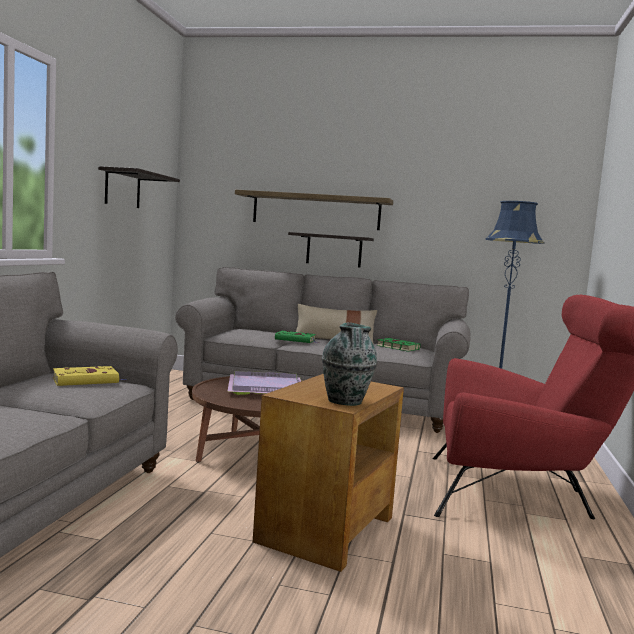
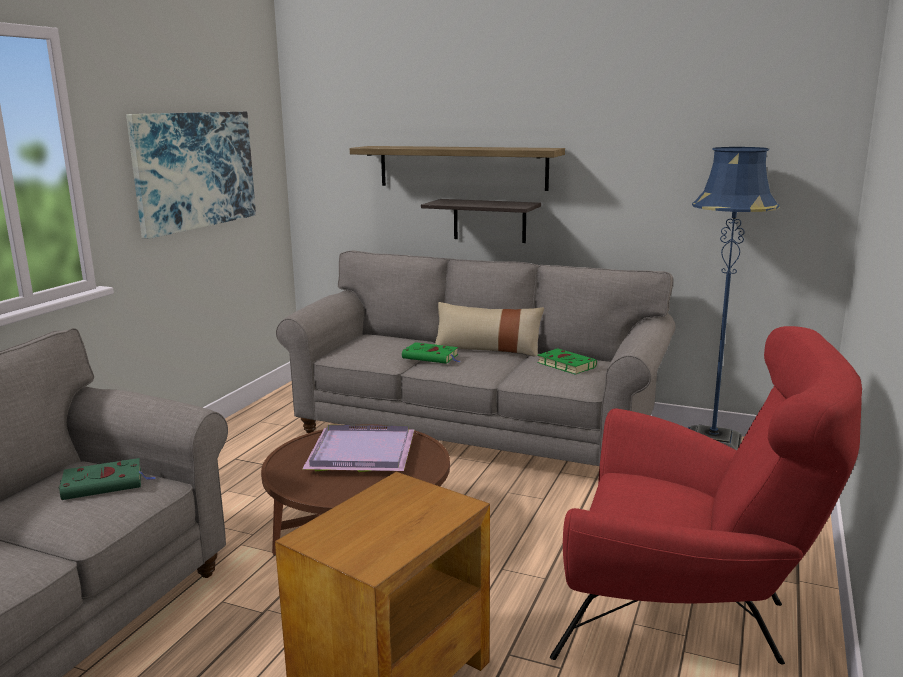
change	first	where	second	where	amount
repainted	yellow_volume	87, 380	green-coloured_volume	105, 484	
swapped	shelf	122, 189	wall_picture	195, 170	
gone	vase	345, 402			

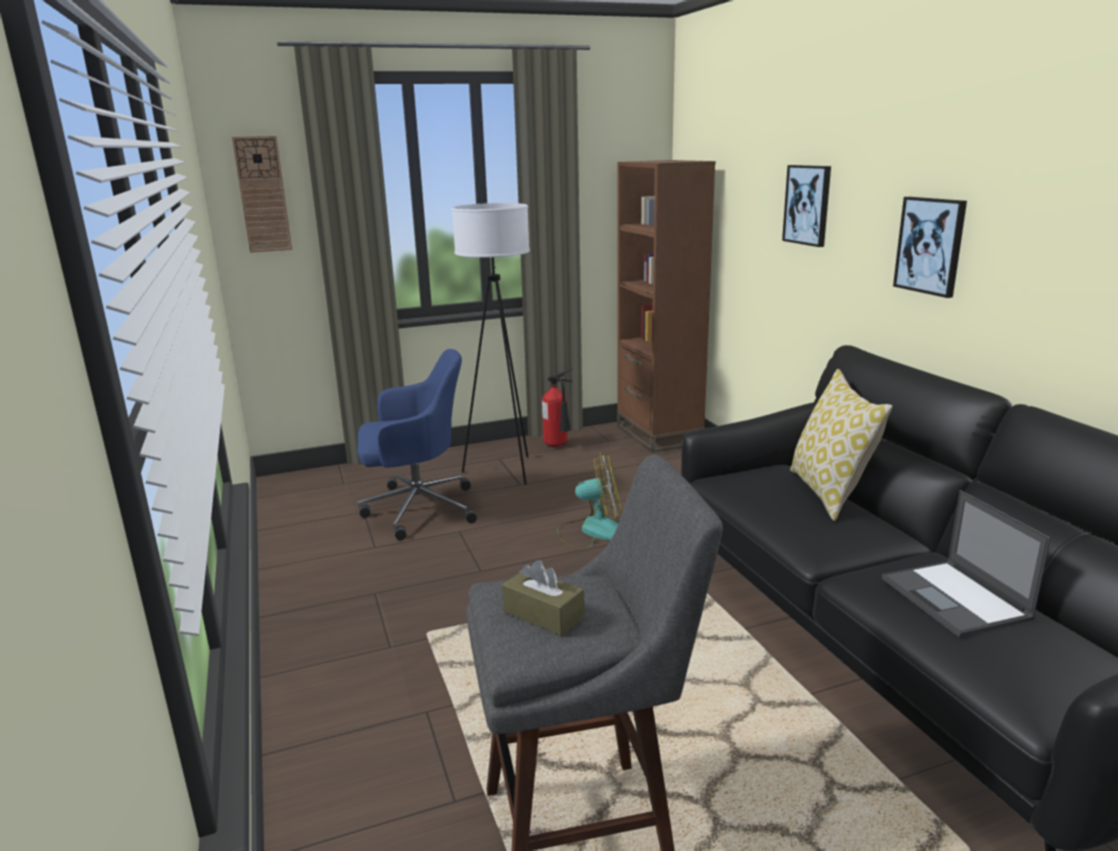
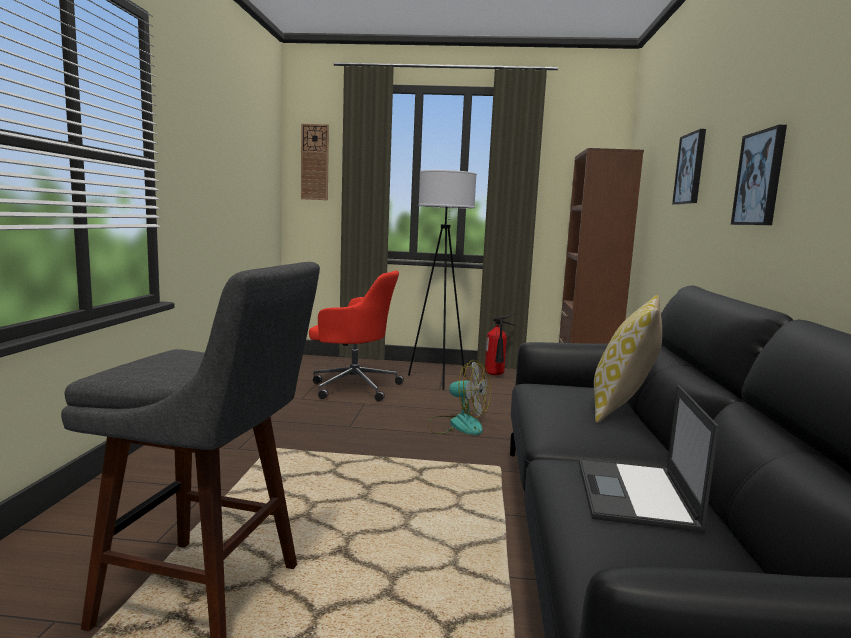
change	first	where	second	where	amount
repainted	blue_office_chair	417, 509	red_office_chair	353, 386	
gone	brown_tissue_holder	543, 614			

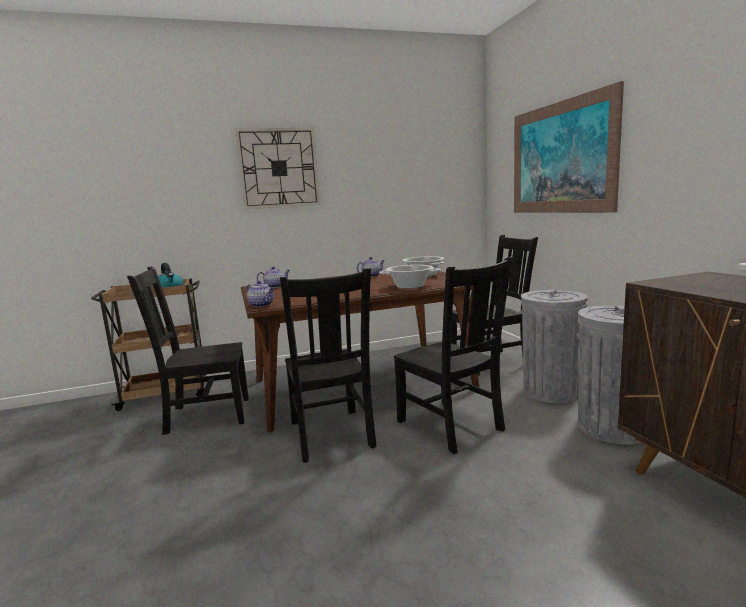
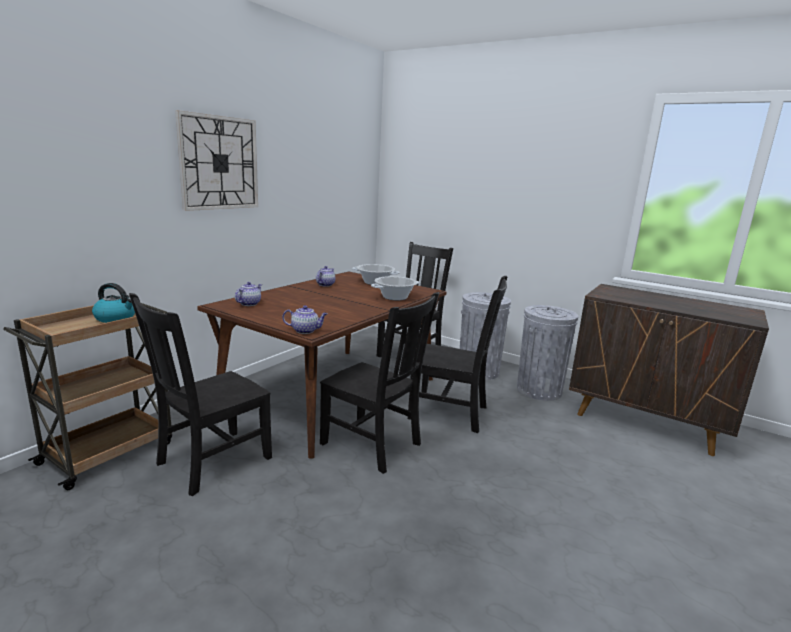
change	first	where	second	where	amount
gone	wall_picture	560, 158			

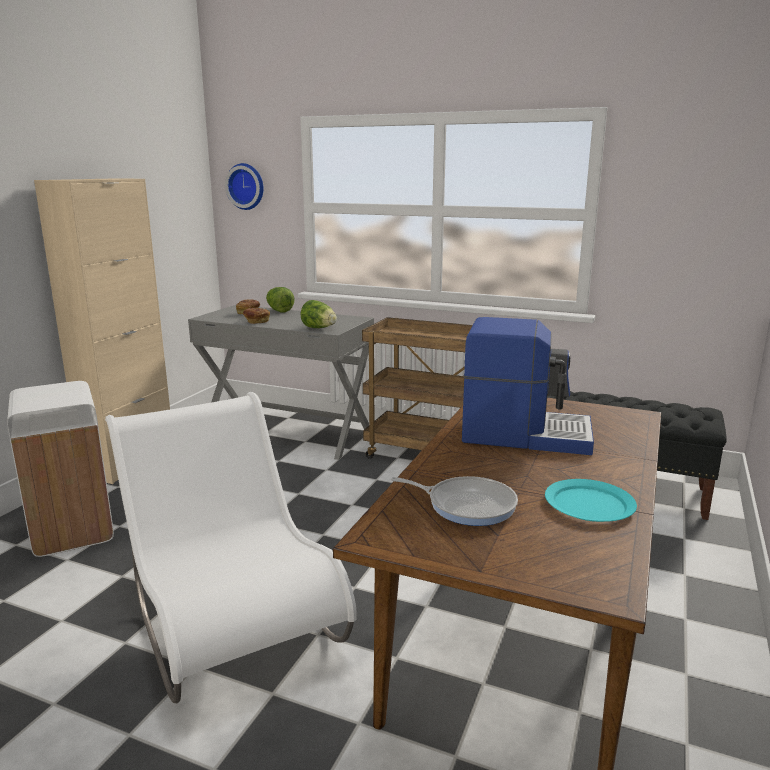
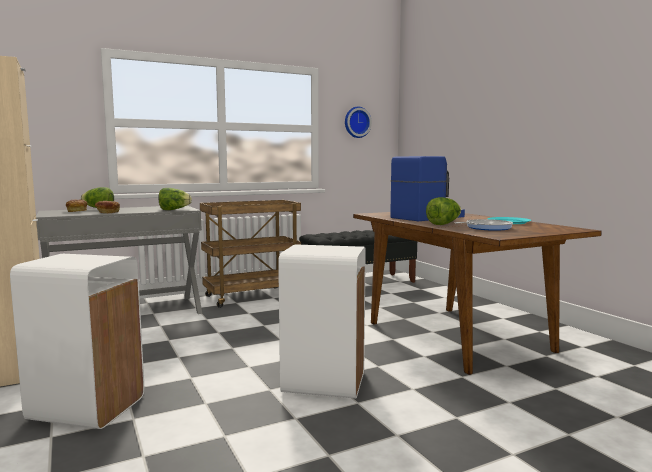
change	first	where	second	where	amount
swapped	white_plain_chair	230, 617	white_waste_bin	323, 382	
shifted	wall_clock	246, 186		356, 122	
new			lettuce	444, 224	

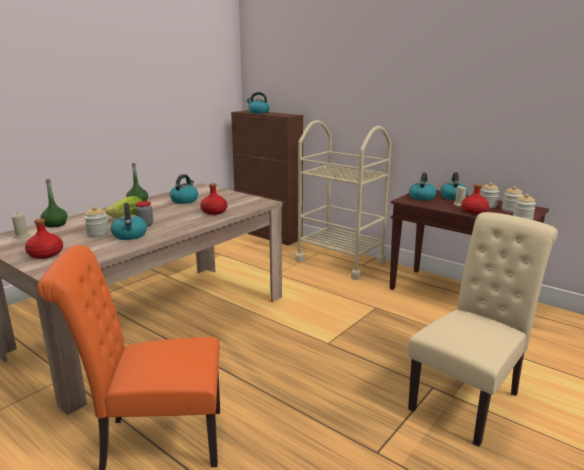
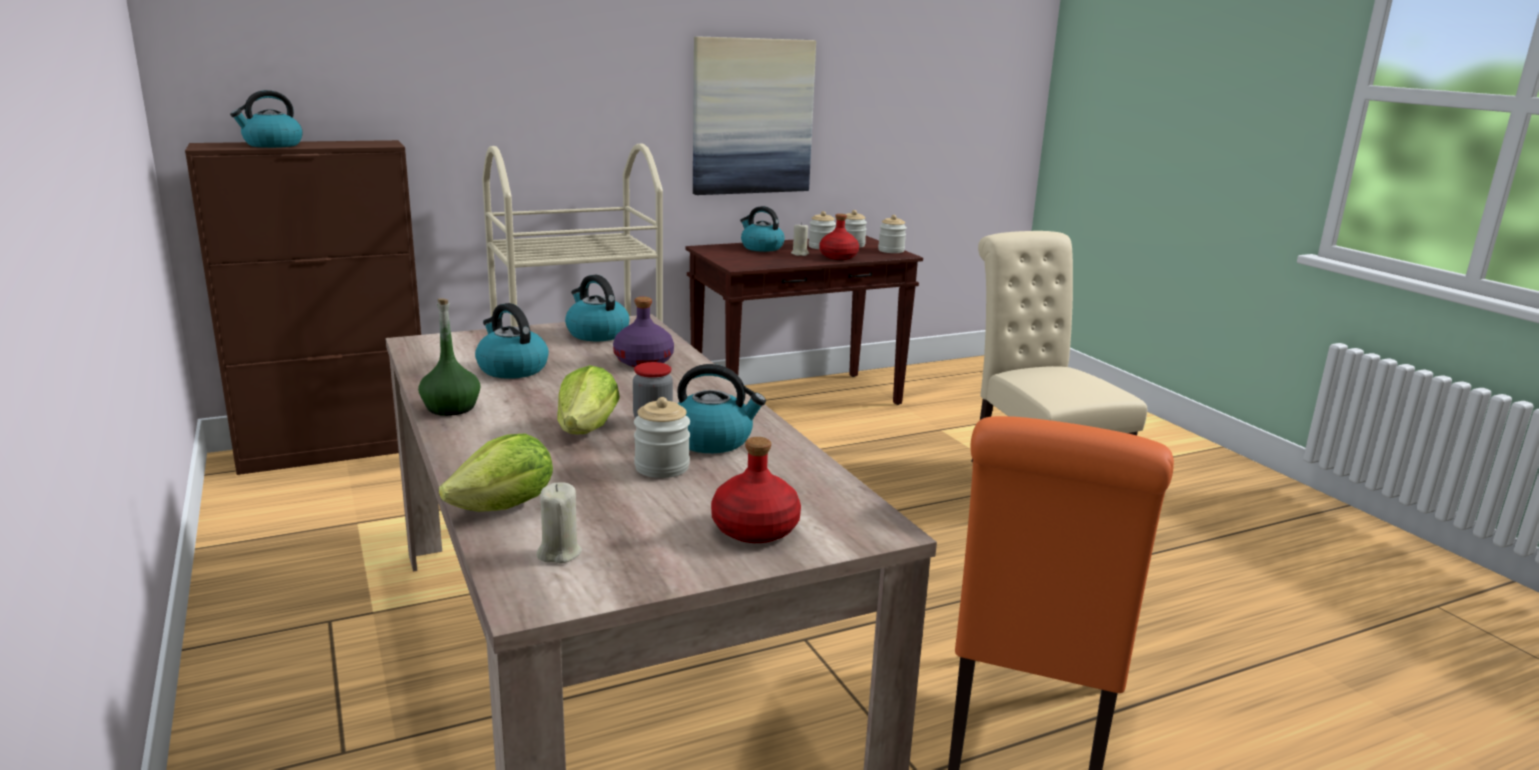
change	first	where	second	where	amount
swapped	green-coloured_bottle	55, 224	lettuce	505, 507	
repainted	red_bottle	214, 212	purple_bottle	644, 361	
shifted	kettle	421, 197		596, 334	
new			wall_picture	752, 116	

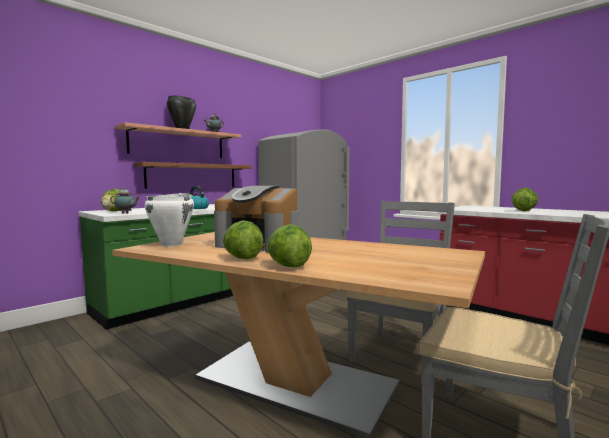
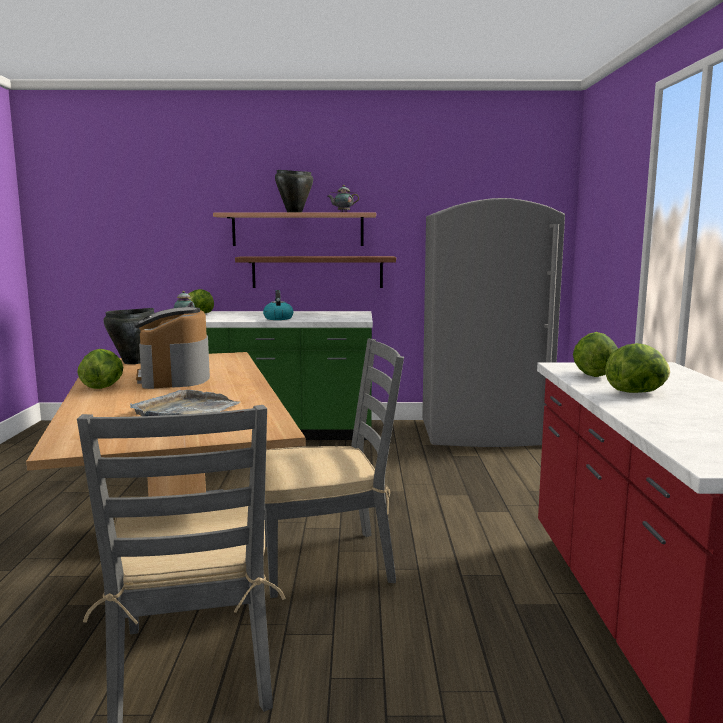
change	first	where	second	where	amount
repainted	white_saucepot	172, 245	blackish_saucepot	134, 362	
shifted	lettuce	288, 266		592, 375	
new			grey_carrying_tray	186, 410	

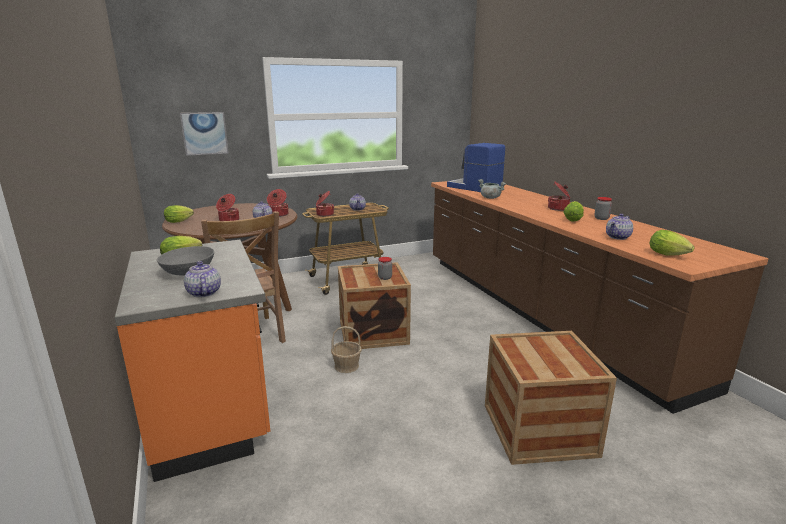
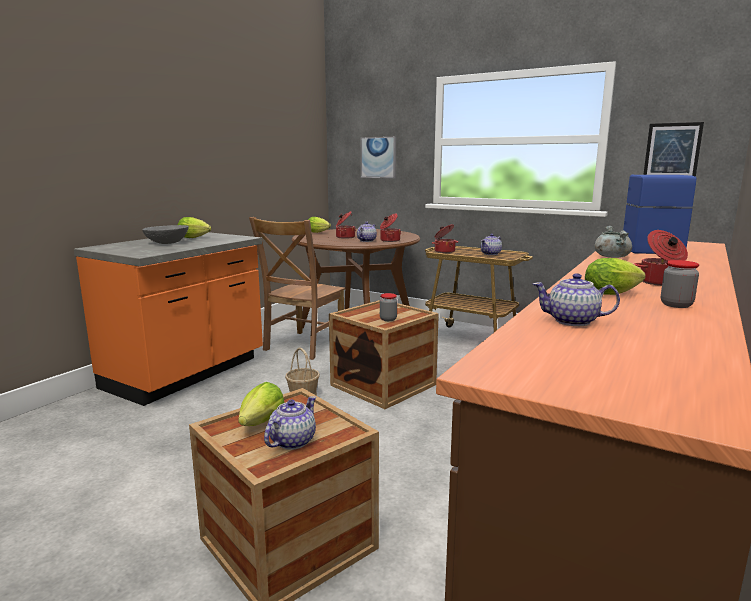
change	first	where	second	where	amount
shifted	teapot	203, 293		291, 441	
shifted	lettuce	669, 255		260, 424	
new			wall_picture	672, 151	

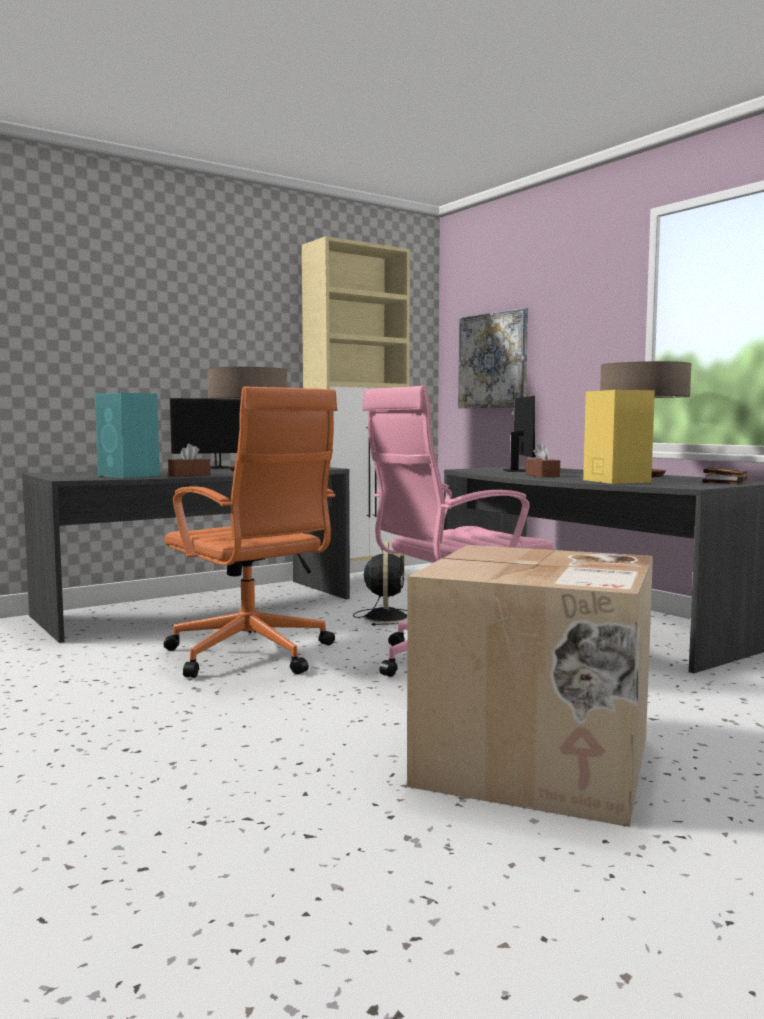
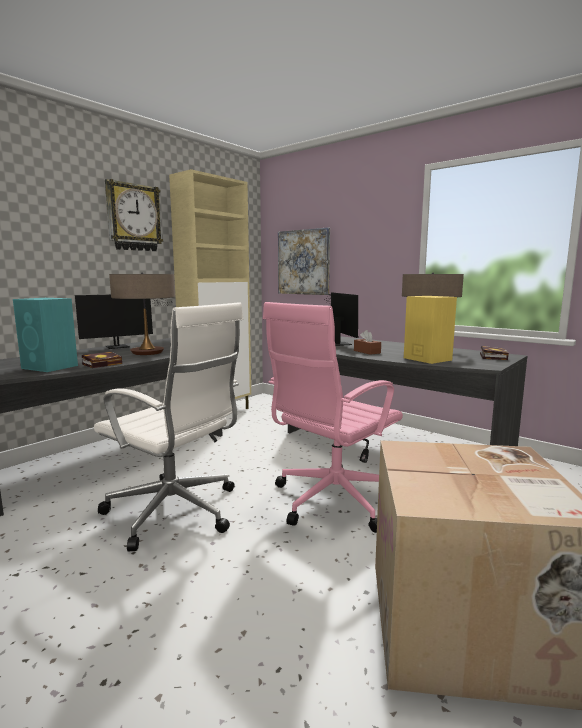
change	first	where	second	where	amount
repainted	orangey_office_chair	252, 656	white_office_chair	175, 513	
swapped	brown_tissue_holder	189, 475	volume	103, 363	
gone	blackish_fan	386, 616			
new			wall_clock	133, 217	

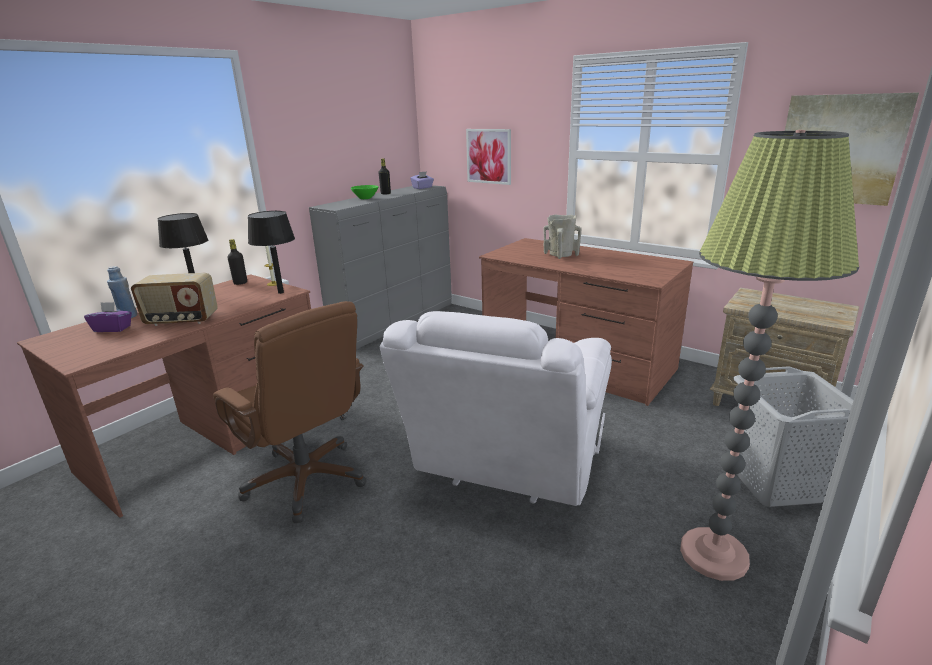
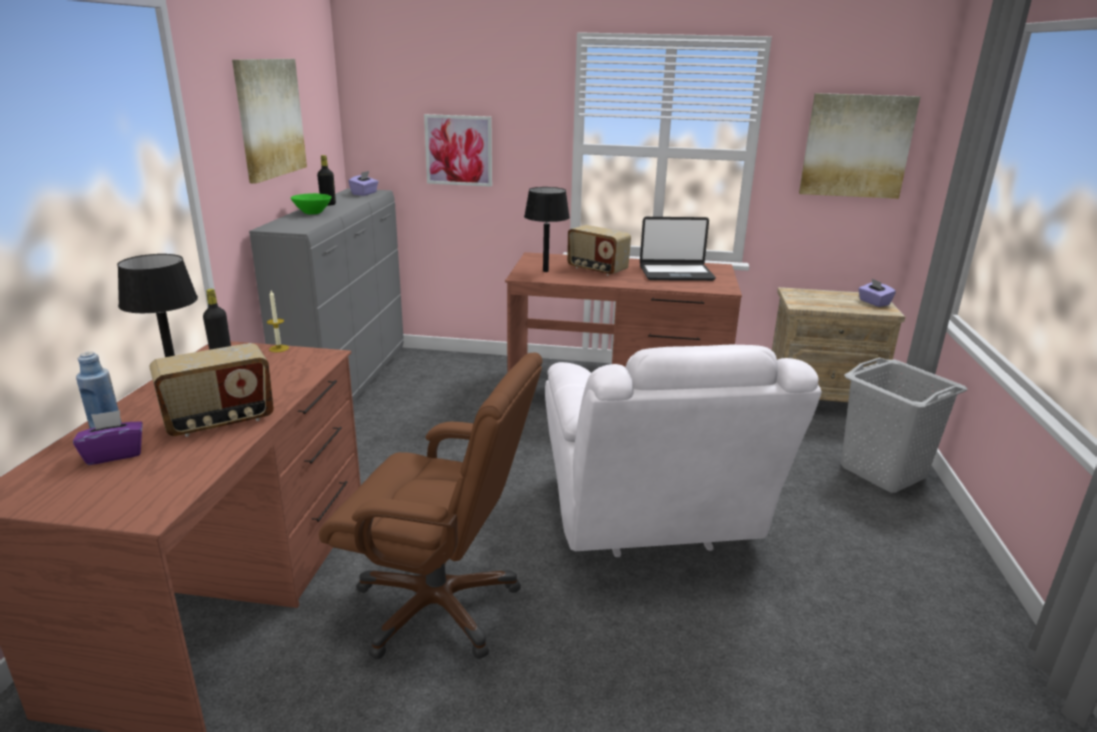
change	first	where	second	where	amount
shifted	blackish_table_lamp	280, 292		545, 271	
swapped	beige_vase	561, 255	radio	596, 270	
gone	standing_lamp	714, 555			
new			wall_picture	269, 118	
new			notebook_computer	676, 273	
new			purple_tissue_holder	873, 302	

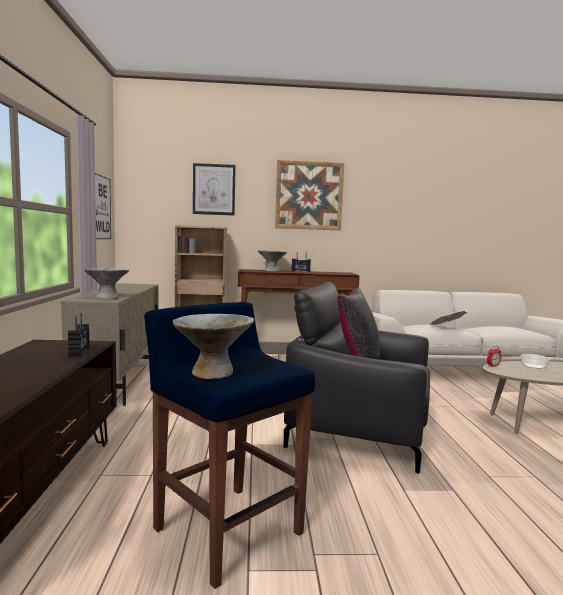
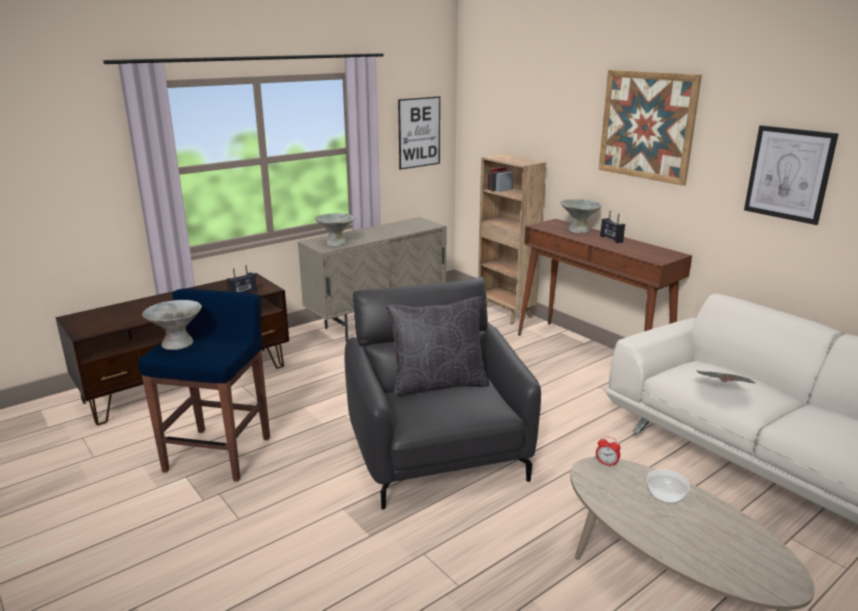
change	first	where	second	where	amount
shifted	wall_picture	214, 189		789, 174	

